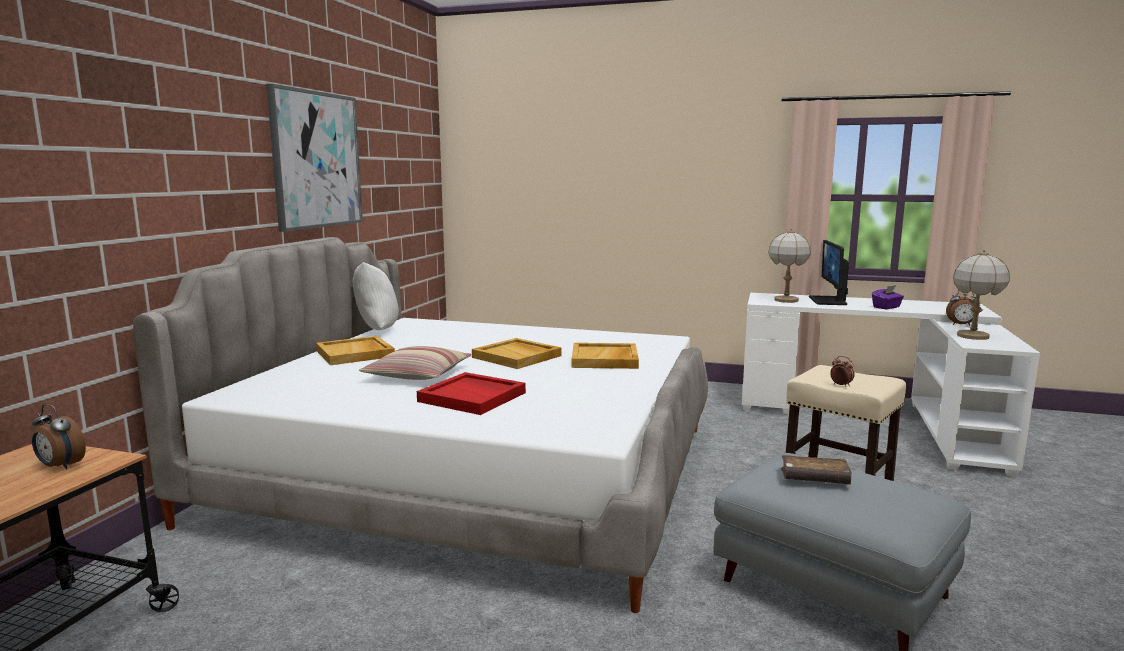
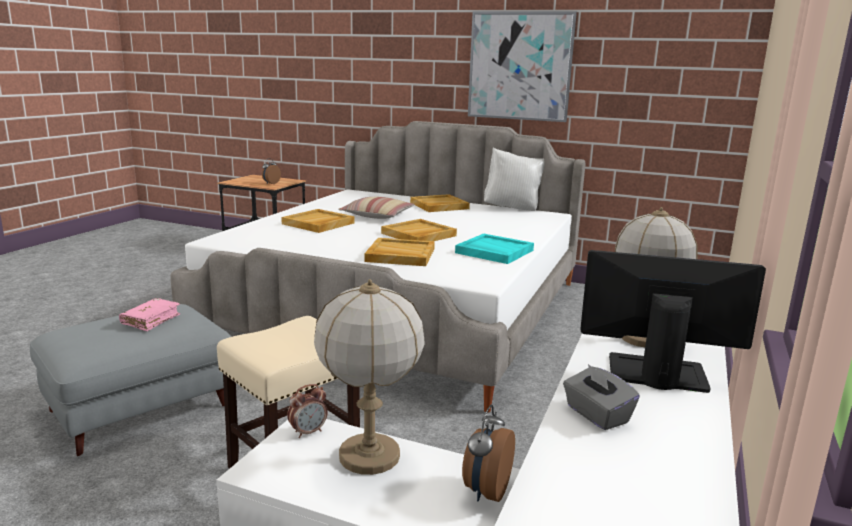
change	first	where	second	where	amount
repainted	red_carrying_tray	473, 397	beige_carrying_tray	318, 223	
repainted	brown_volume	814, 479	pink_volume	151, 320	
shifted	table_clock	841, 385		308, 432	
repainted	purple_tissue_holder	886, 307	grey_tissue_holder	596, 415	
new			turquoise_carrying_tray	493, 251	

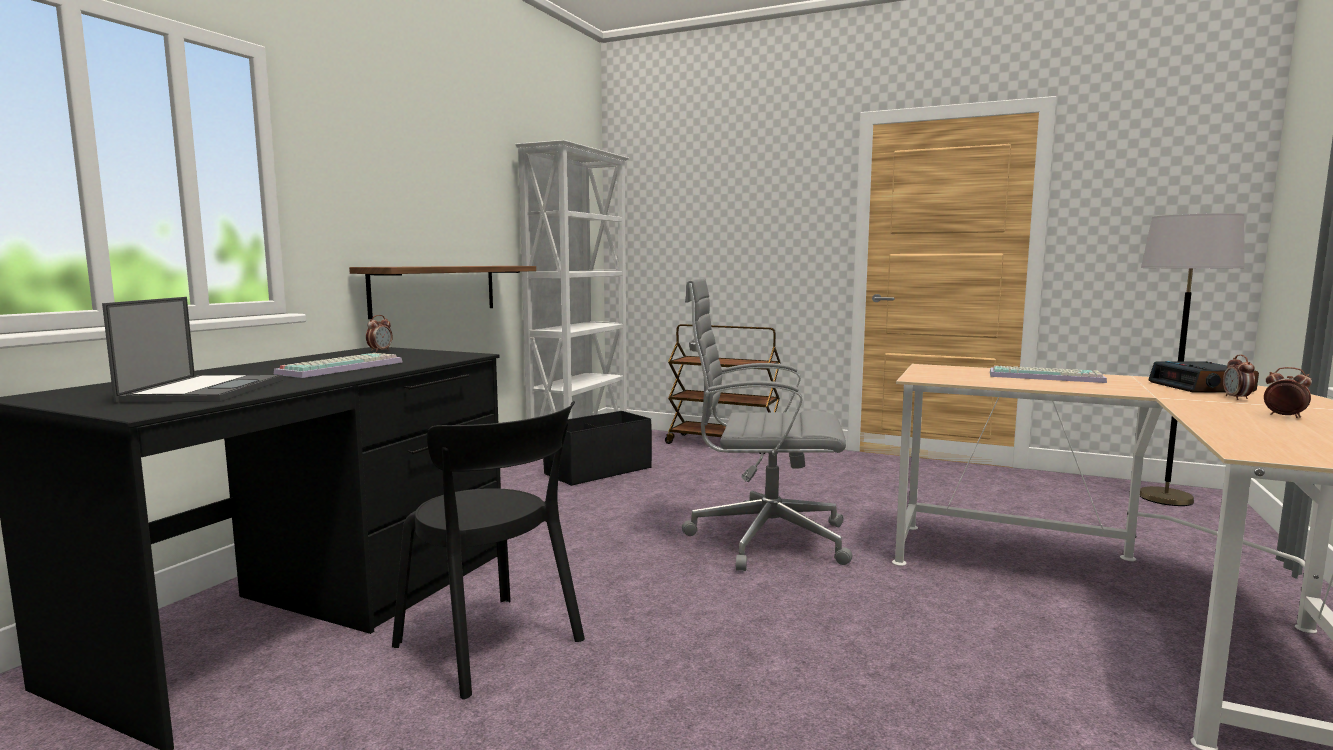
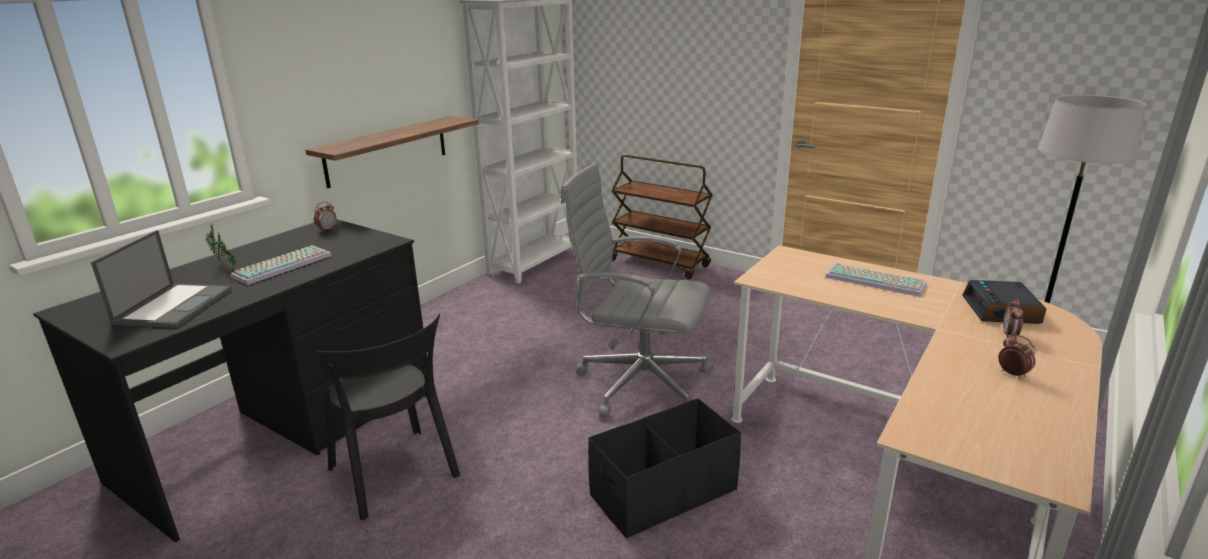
change	first	where	second	where	amount
shifted	blackish_storage_bin	598, 471		662, 492	
new			houseplant	225, 265	

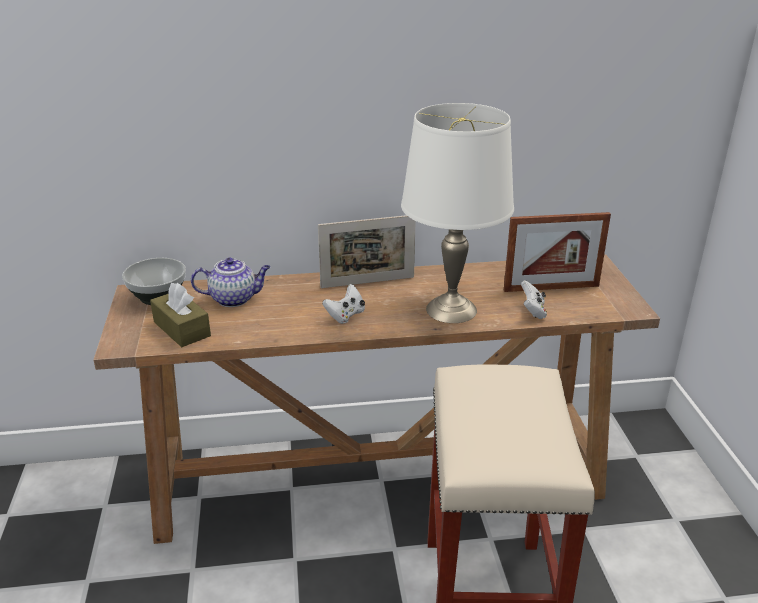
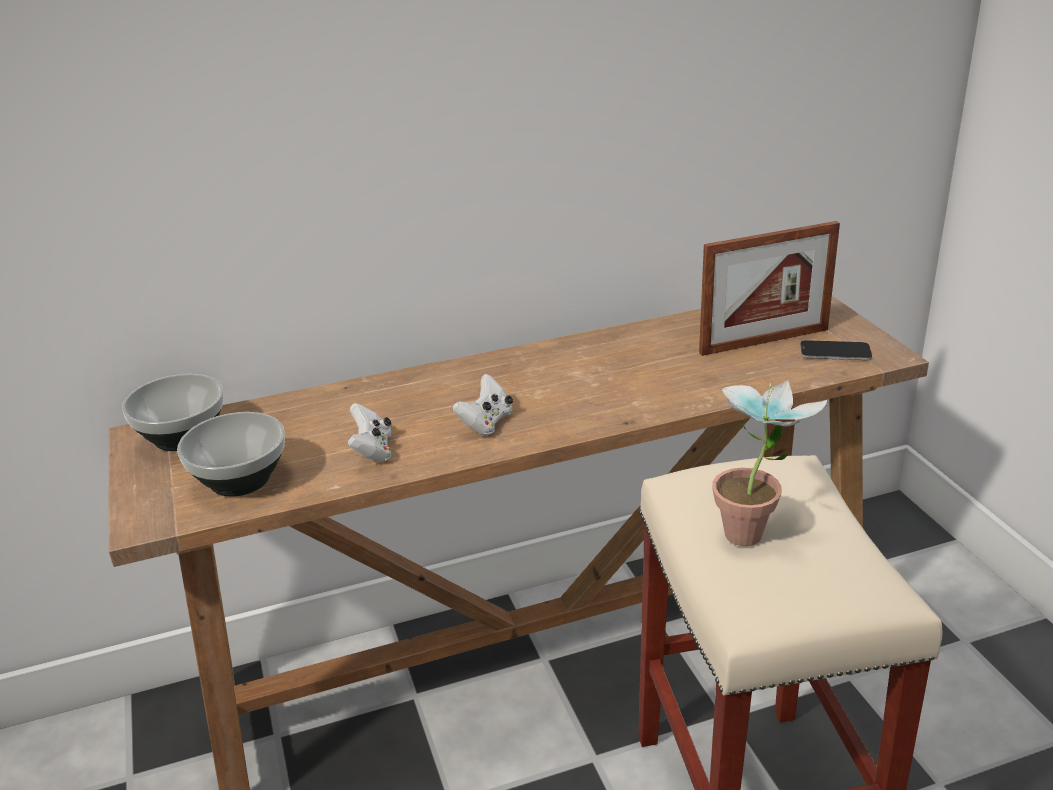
change	first	where	second	where	amount
swapped	brown_tissue_holder	182, 329	deep_dish	238, 481	
gone	teapot	234, 299			
gone	standing_frame	367, 282			
gone	white_table_lamp	451, 309			
shifted	white_joypad	532, 311		372, 451	
new			houseplant	755, 530	
new			telephone	835, 352	

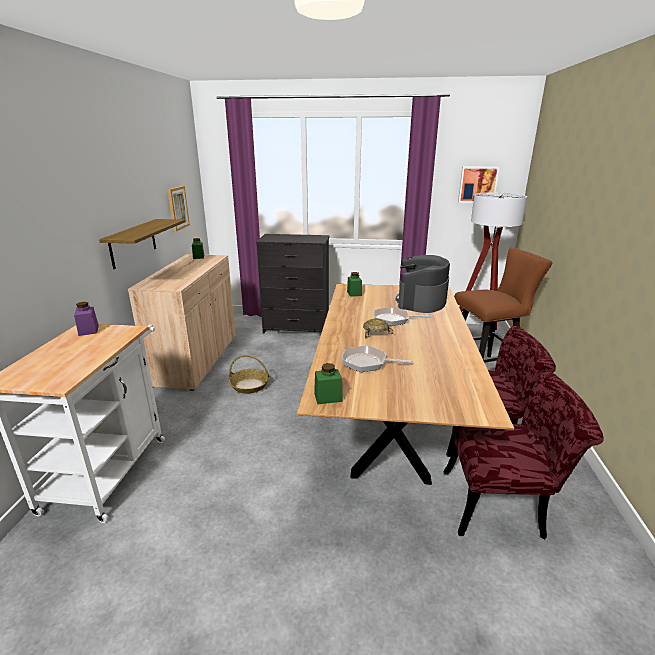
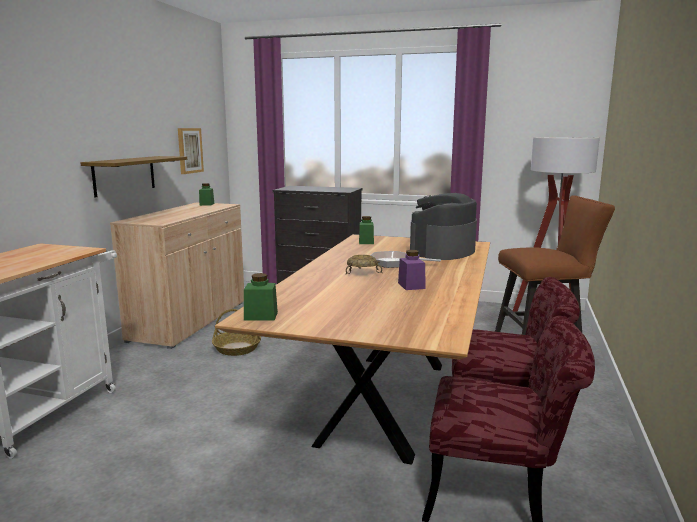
change	first	where	second	where	amount
shifted	purple_preserve_jar	88, 330		411, 286	
gone	pan	367, 363			
gone	wall_picture	477, 184			

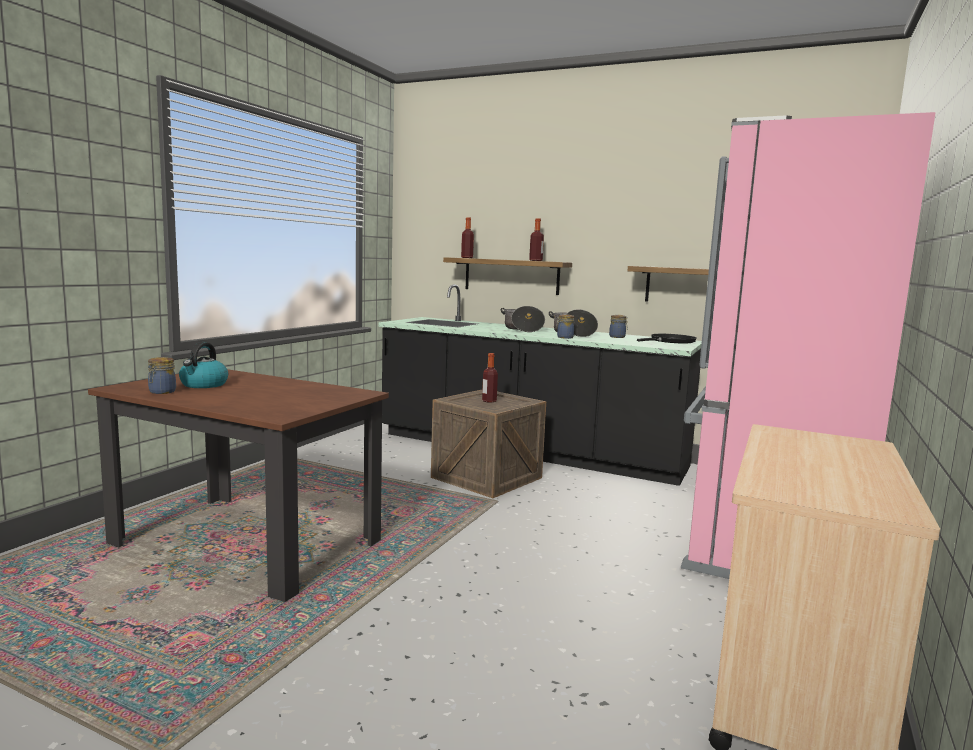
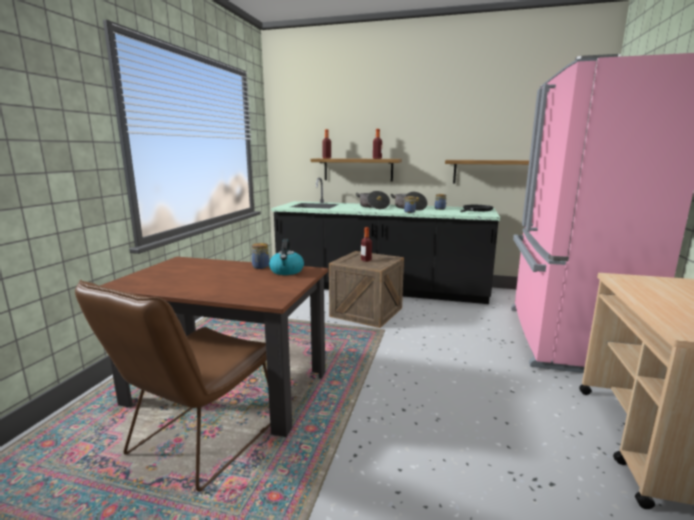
change	first	where	second	where	amount
shifted	preserve_jar	161, 392		260, 267	
shifted	kettle	203, 385		287, 271	
new			brown_plain_chair	197, 443	

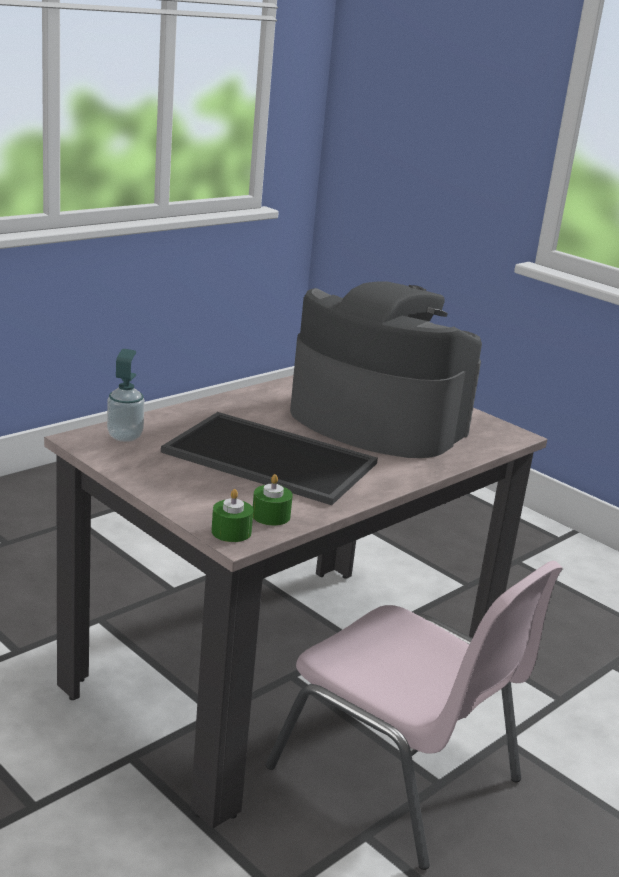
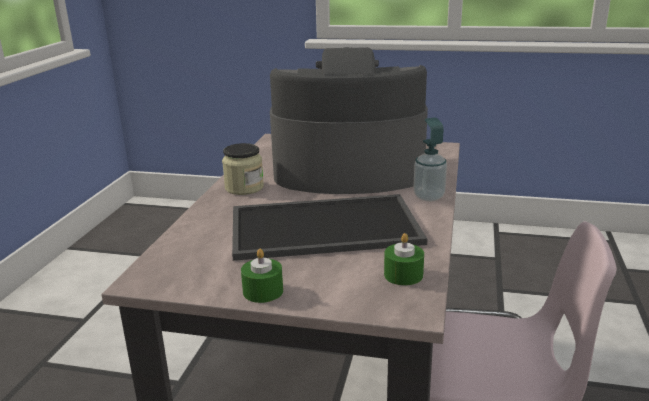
change	first	where	second	where	amount
shifted	liquid_soap_bottle	125, 436		429, 197	
shifted	green-coloured_wax_light	231, 532		263, 291	
new			preserve_jar	244, 187	

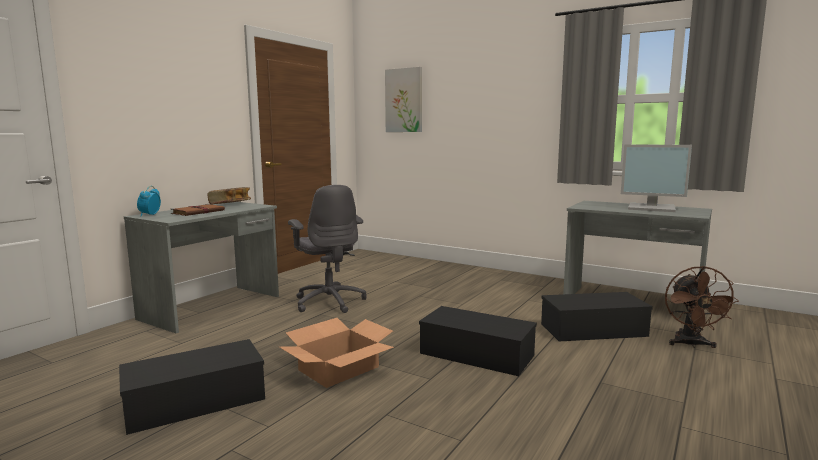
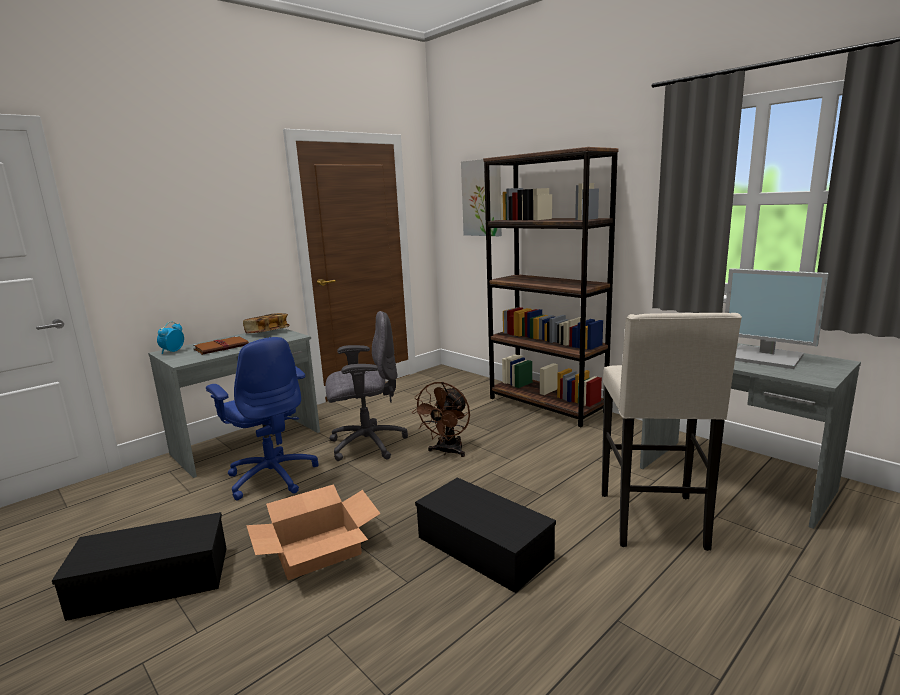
change	first	where	second	where	amount
rotated	grey_office_chair	329, 302		366, 444	90 degrees counterclockwise
swapped	blackish_storage_bin	592, 330	beige_stool	654, 522	
shifted	brown_fan	691, 344		447, 452	
new			blue_office_chair	272, 476	
new			brown_shelving_unit	546, 405	

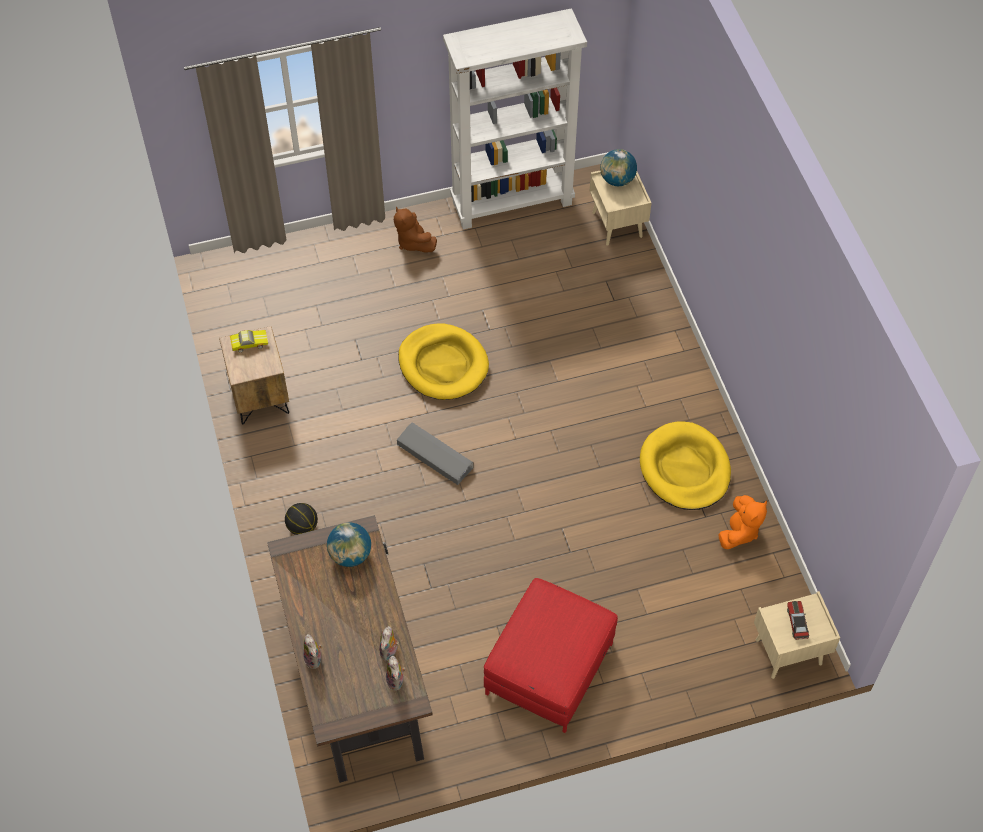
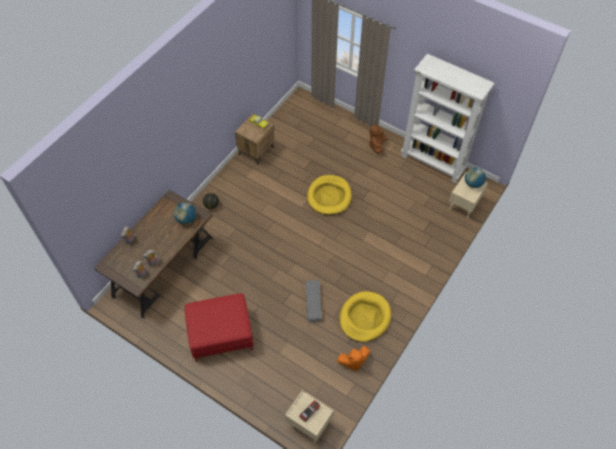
change	first	where	second	where	amount
shifted	grey_storage_bin	435, 456		313, 302	

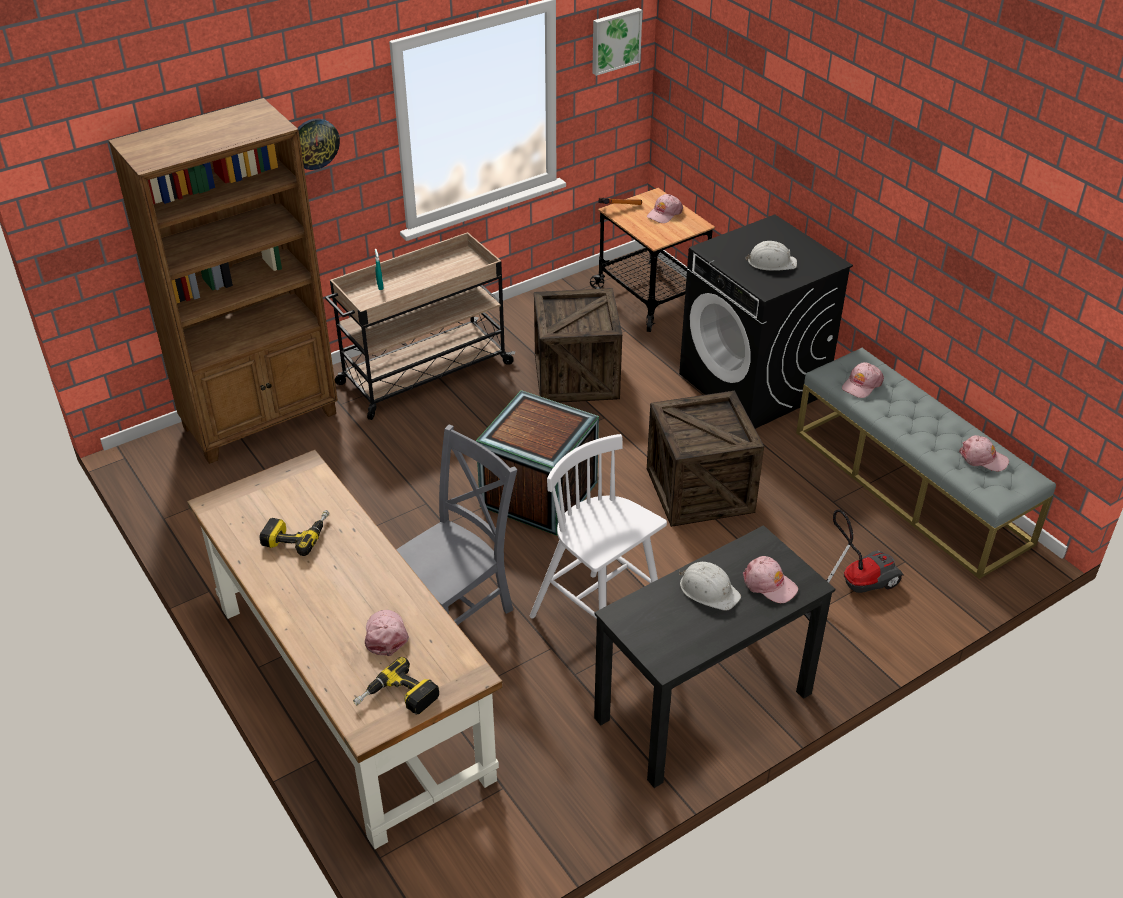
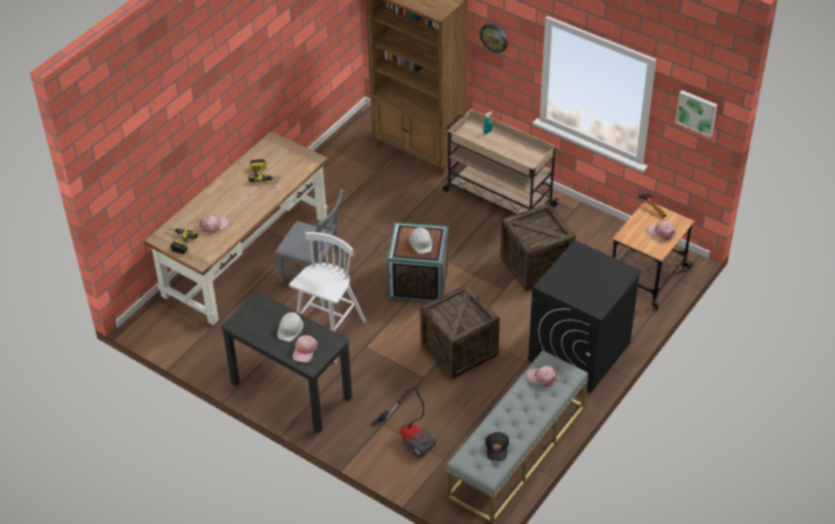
change	first	where	second	where	amount
shifted	white_safety_helmet	771, 262		421, 242	
repainted	pink_baseball_cap	982, 458	blackish_baseball_cap	497, 448	

